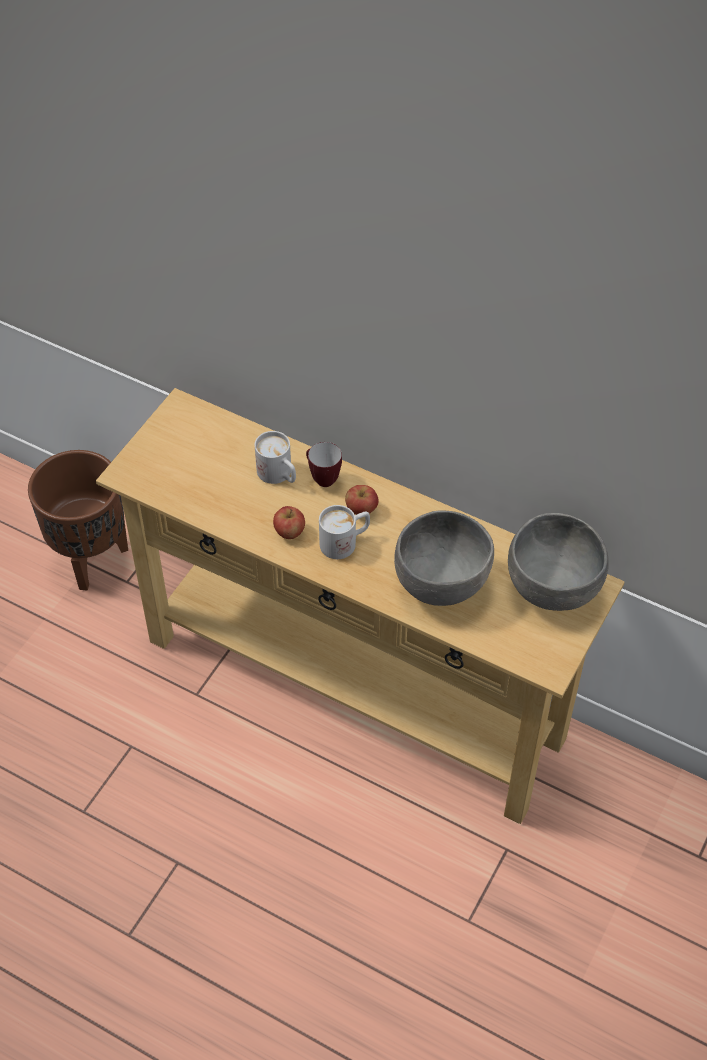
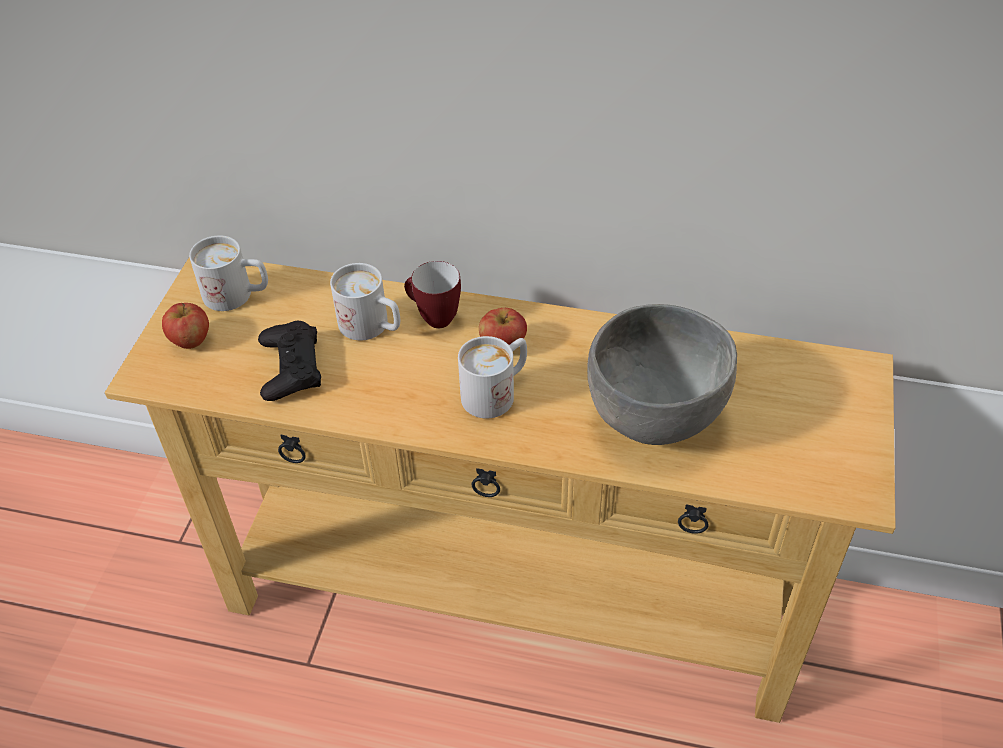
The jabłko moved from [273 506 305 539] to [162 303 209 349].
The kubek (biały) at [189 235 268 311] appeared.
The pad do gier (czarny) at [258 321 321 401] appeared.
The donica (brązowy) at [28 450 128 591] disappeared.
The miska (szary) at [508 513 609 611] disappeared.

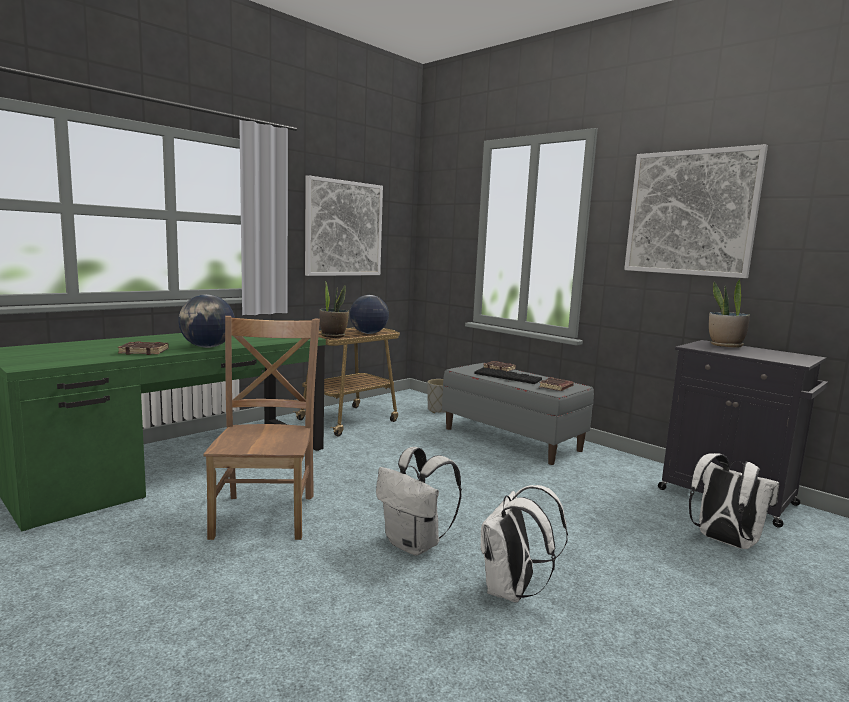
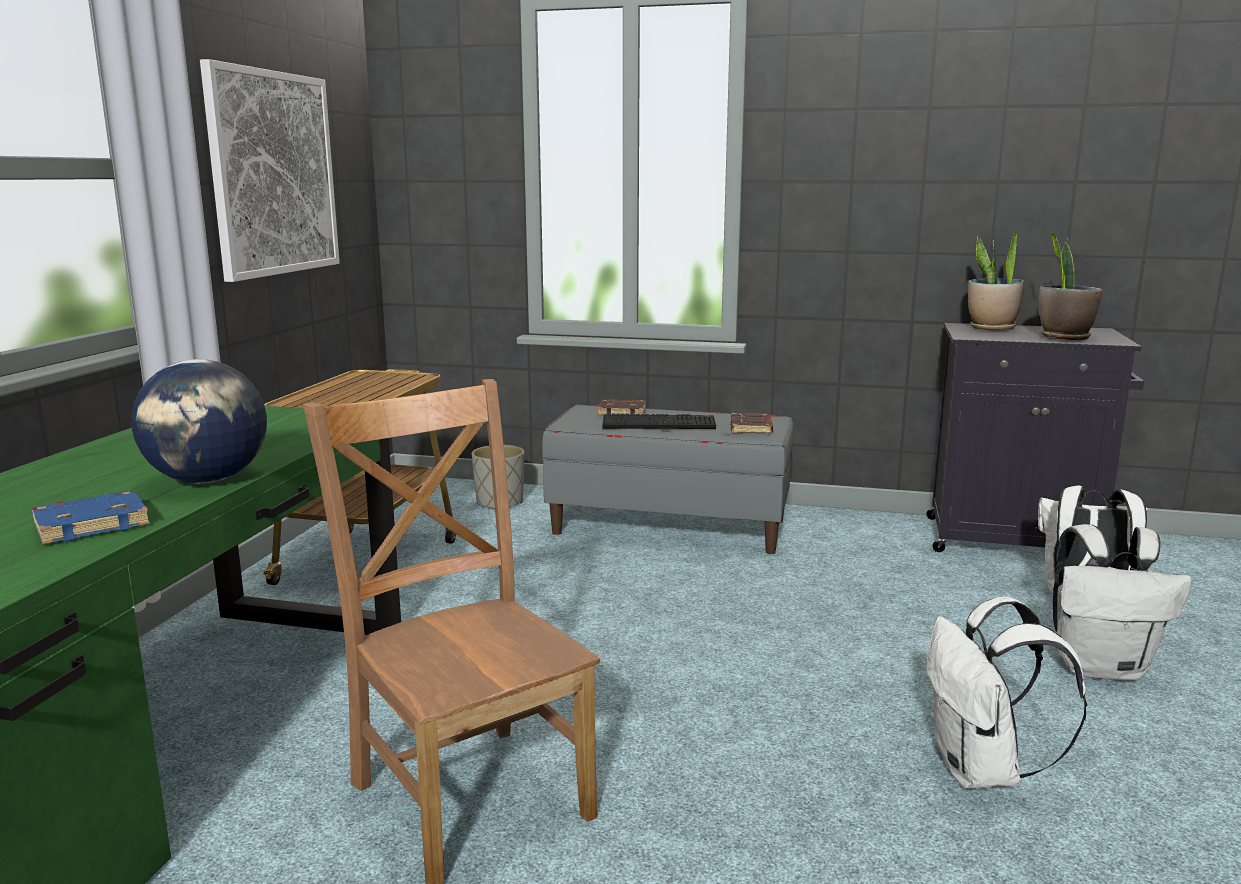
The książka (brązowy) at [118 341 169 355] became the książka (niebieski) at [32 491 150 544].
The roślina doniczkowa moved from [319 281 349 338] to [1039 231 1103 340].
The plecak (biały) moved from [376 447 462 556] to [1053 524 1191 681].
The globus at [350 295 389 334] disappeared.
The obraz at [624 144 768 278] disappeared.

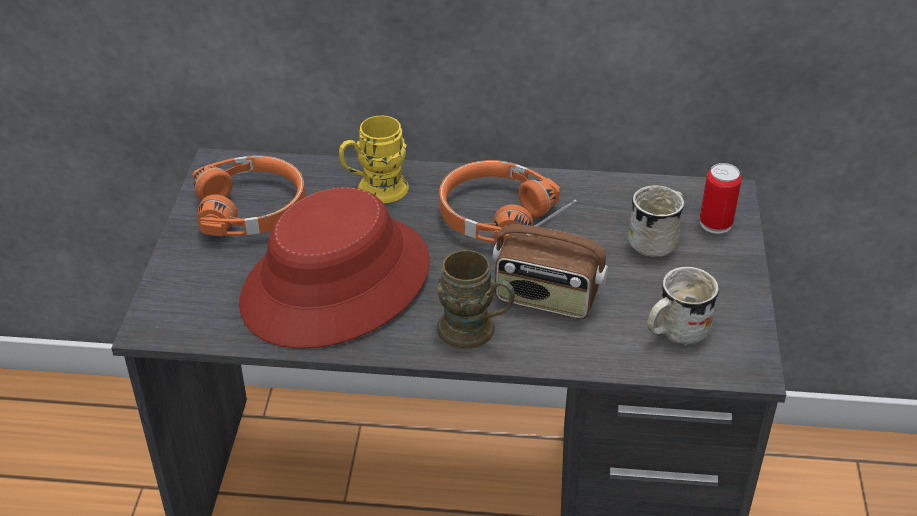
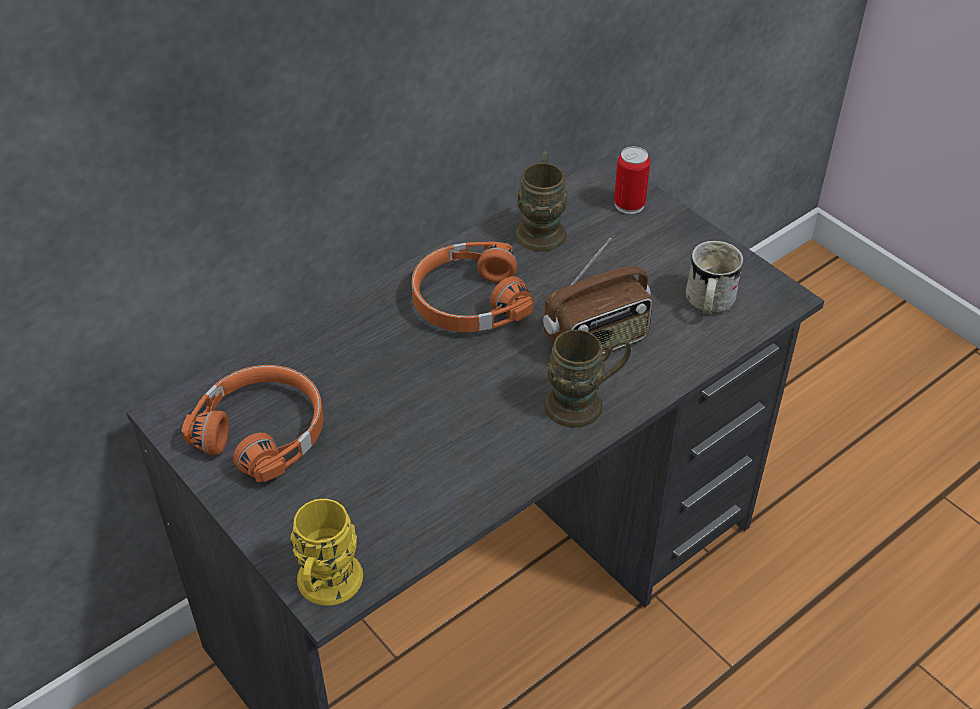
The kubek (żółty) moved from [339 116 409 203] to [291 499 363 605].
The kubek (brązowy) at [515 151 568 252] appeared.
The kapelusz (czerwony) at [239 187 430 349] disappeared.
The kubek (biały) at [628 185 684 257] disappeared.

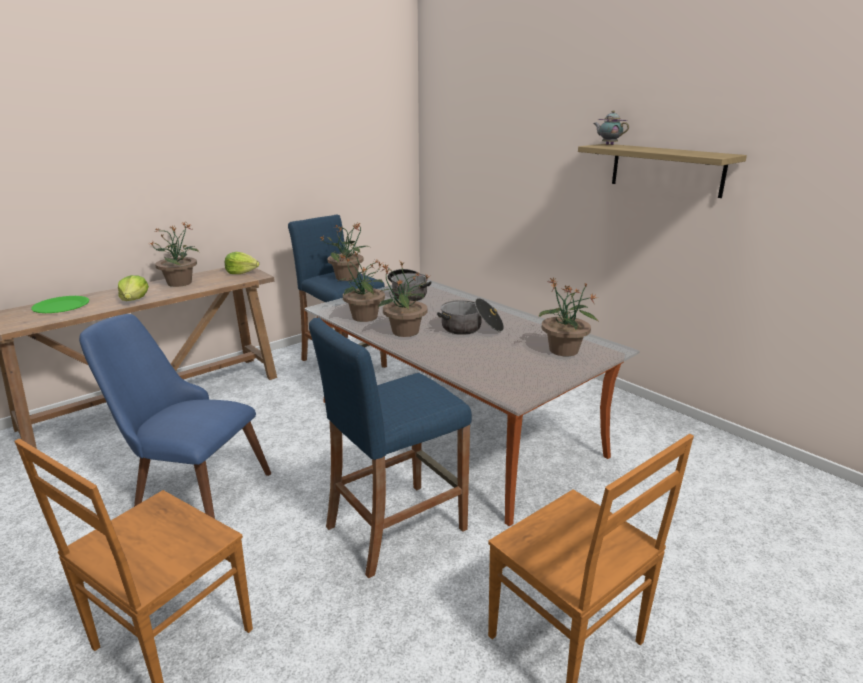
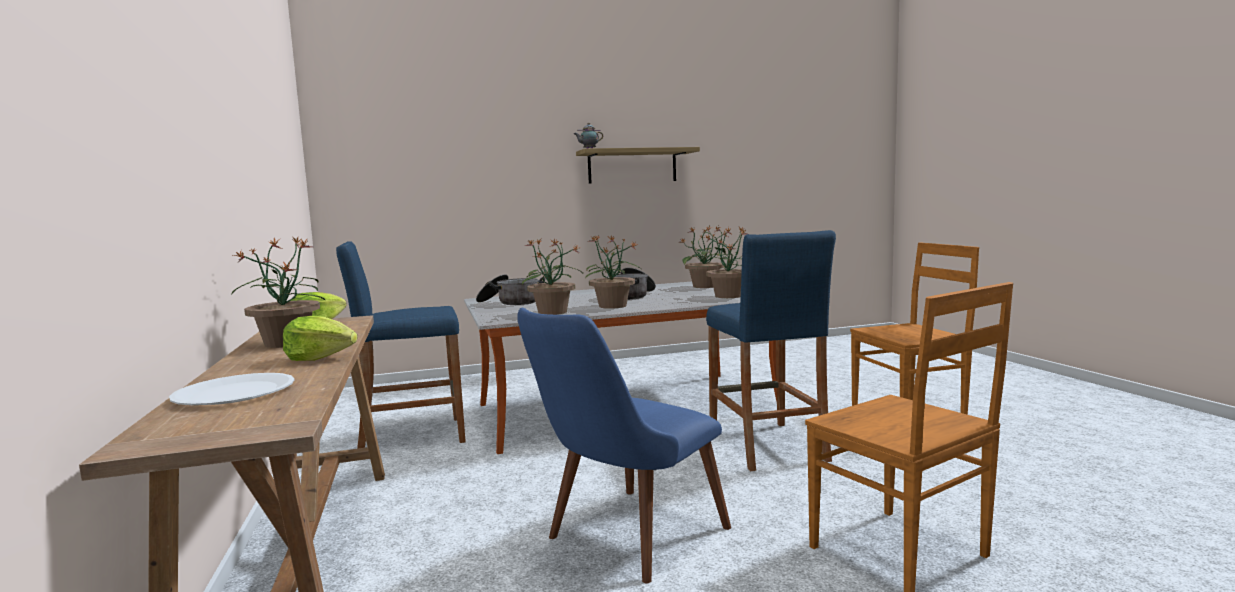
The talerz (zielony) at [31 296 89 313] became the talerz (biały) at [169 373 295 405].
The roślina doniczkowa moved from [321 222 370 281] to [701 227 747 298].

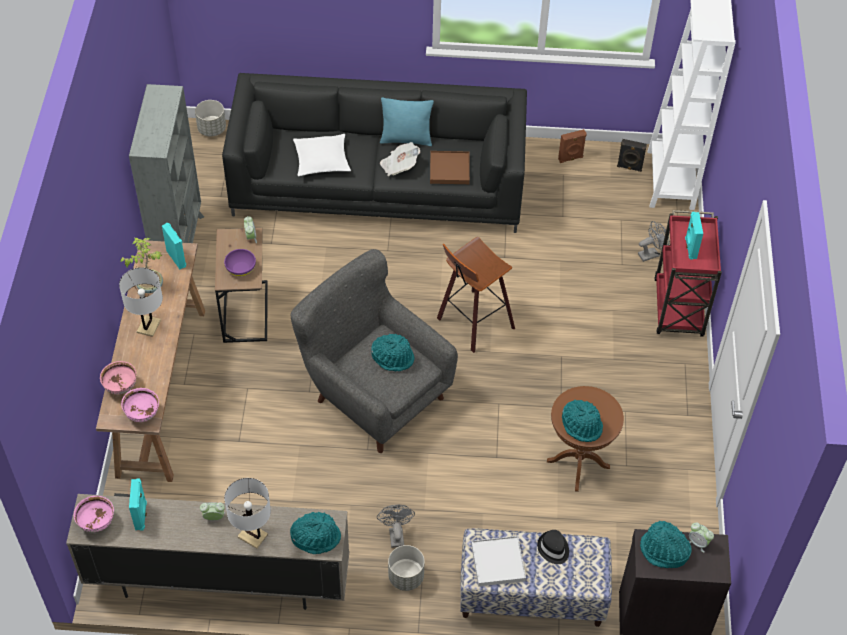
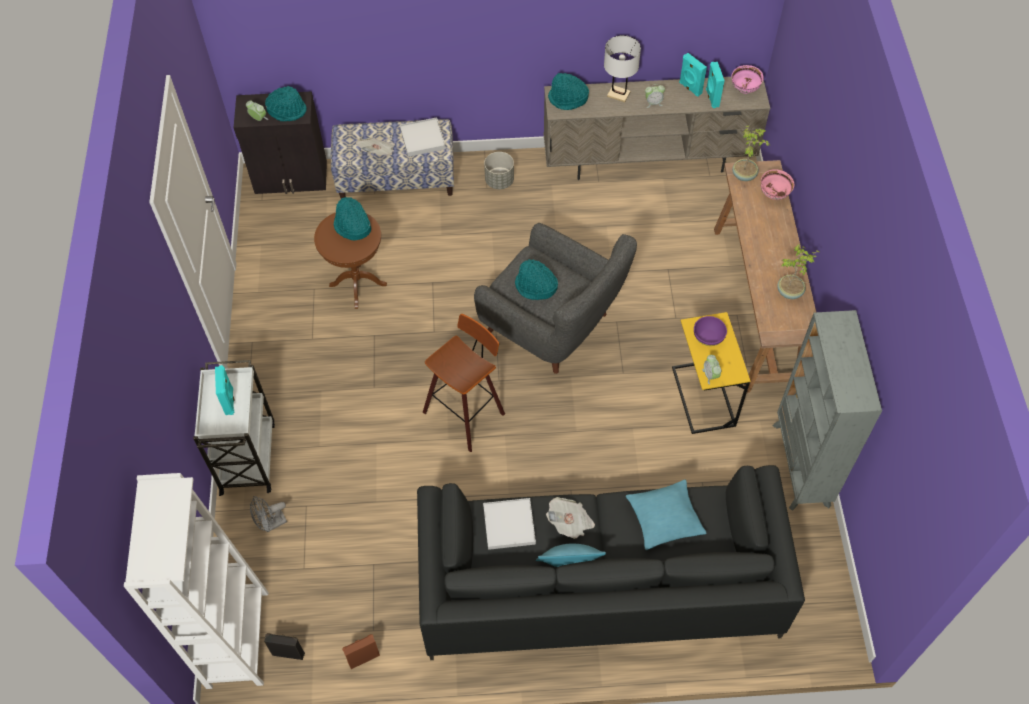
The wózek (czerwony) at [654 210 722 337] became the wózek (biały) at [193 360 275 496].
The kapelusz (czarny) at [537 530 569 564] was replaced by the gazeta at [356 138 395 155].
The taca (brązowy) at [430 151 470 184] became the taca (biały) at [483 498 536 550].
The poduszka (biały) at [293 134 351 176] became the poduszka (turkusowy) at [626 480 707 550].
The stolik (brązowy) at [215 228 268 343] became the stolik (żółty) at [672 312 750 434].
The głośnik (turkusowy) moved from [162 222 186 269] to [679 53 707 97].
The miska (różowy) at [121 388 159 422] was replaced by the roślina doniczkowa at [732 125 771 181].
The lampa stołowa (biały) at [119 268 163 337] disappeared.
The donica (szary) at [195 100 226 136] disappeared.
The wentylator (szary) at [377 505 415 548] disappeared.

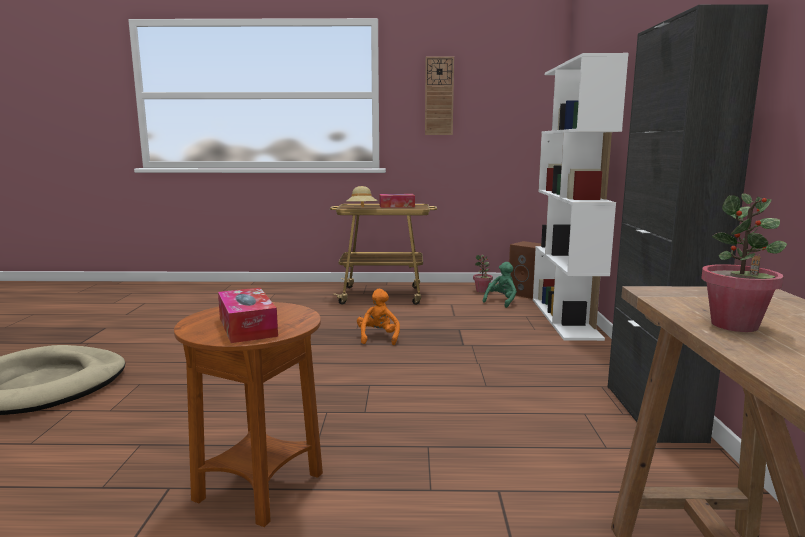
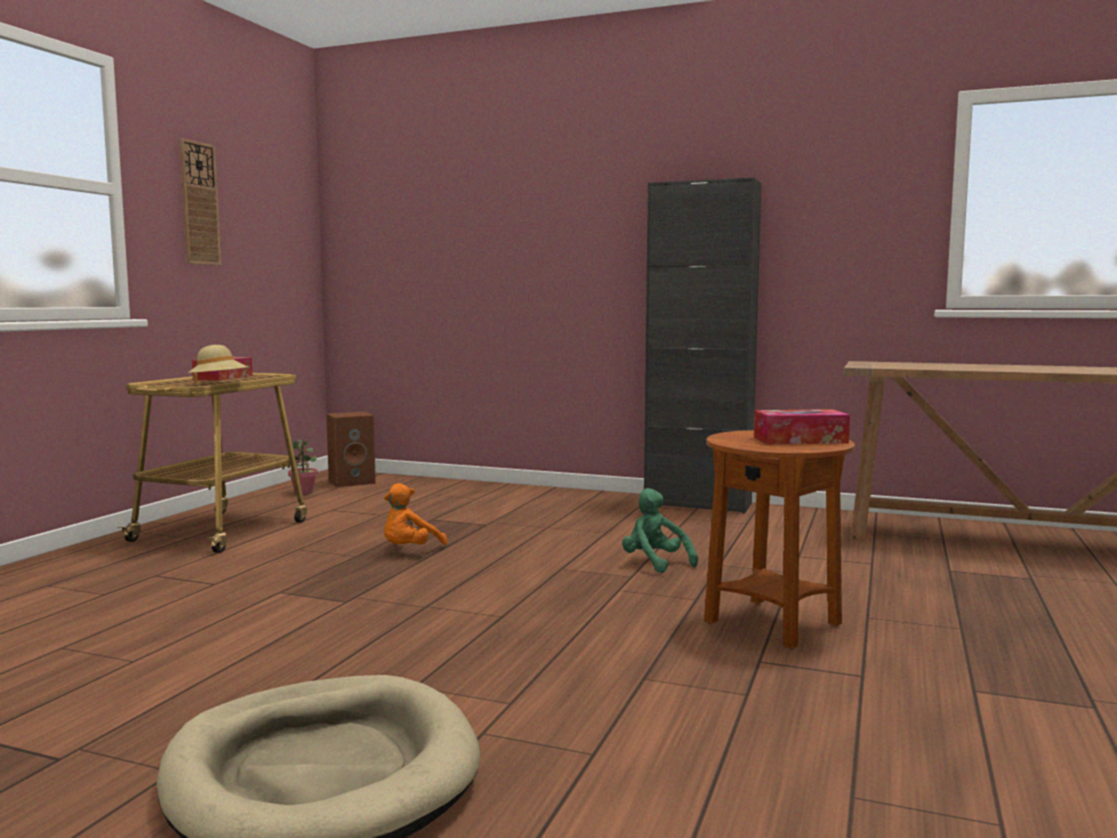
The pluszak (pomarańczowy) at [357 289 400 345] turned 75 degrees counterclockwise.
The pluszak (zielony) moved from [483 262 517 308] to [622 488 698 573].
The regał (biały) at [533 53 629 341] disappeared.
The roślina doniczkowa at [701 193 787 332] disappeared.

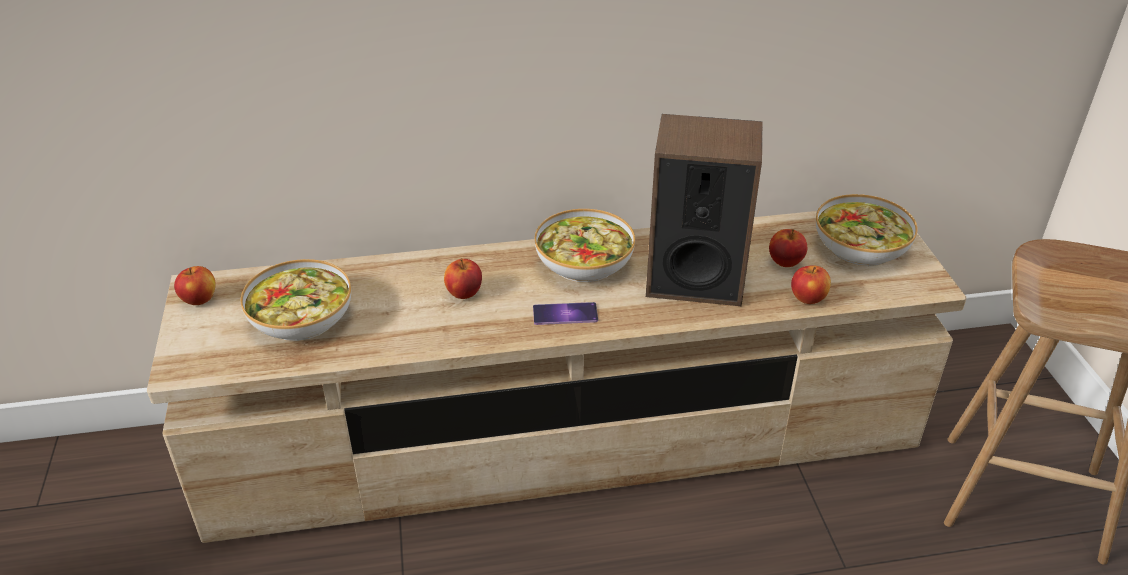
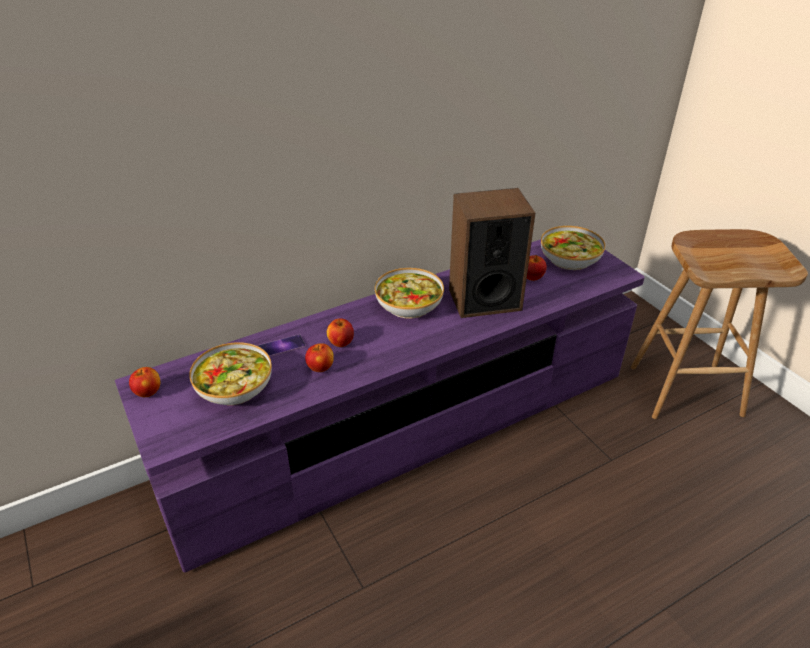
The szafka pod telewizor (beżowy) at [147 211 967 543] became the szafka pod telewizor (fioletowy) at [115 239 645 572].
The telefon moved from [533 302 598 325] to [258 334 306 357].
The jabłko moved from [791 265 831 304] to [305 343 334 372].

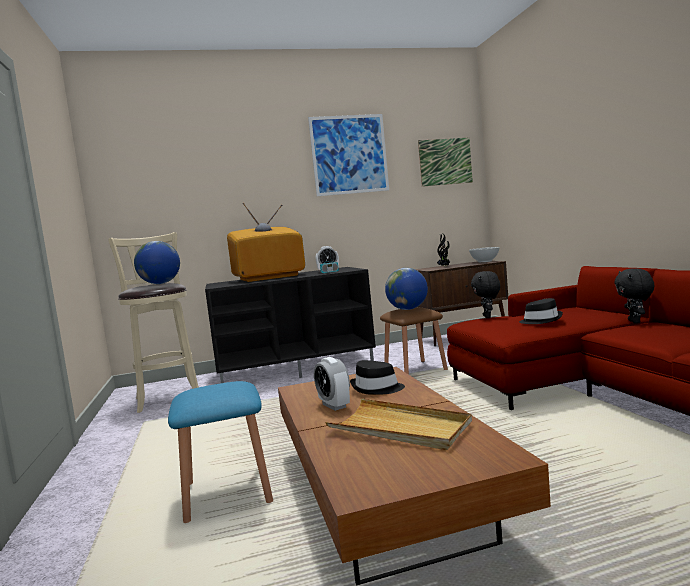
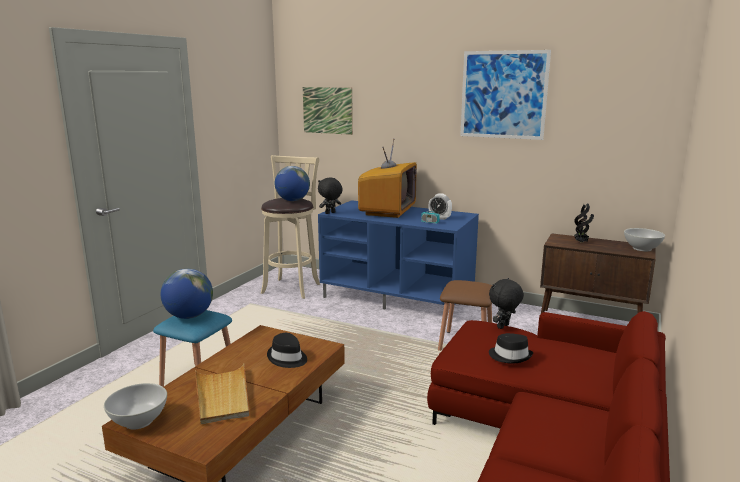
The miska (biały) at [104 383 167 430] appeared.
The globus moved from [385 268 428 310] to [161 269 213 319].
The obraz moved from [418 137 473 187] to [303 87 353 135].
The pluszak (czarny) moved from [614 268 654 324] to [318 177 343 214].
The szafka pod telewizor (czarny) at [205 267 376 383] became the szafka pod telewizor (niebieski) at [318 200 479 309].
The telewizor at [227 203 305 282] turned 90 degrees clockwise.
The budzik at [314 357 350 411] disappeared.

